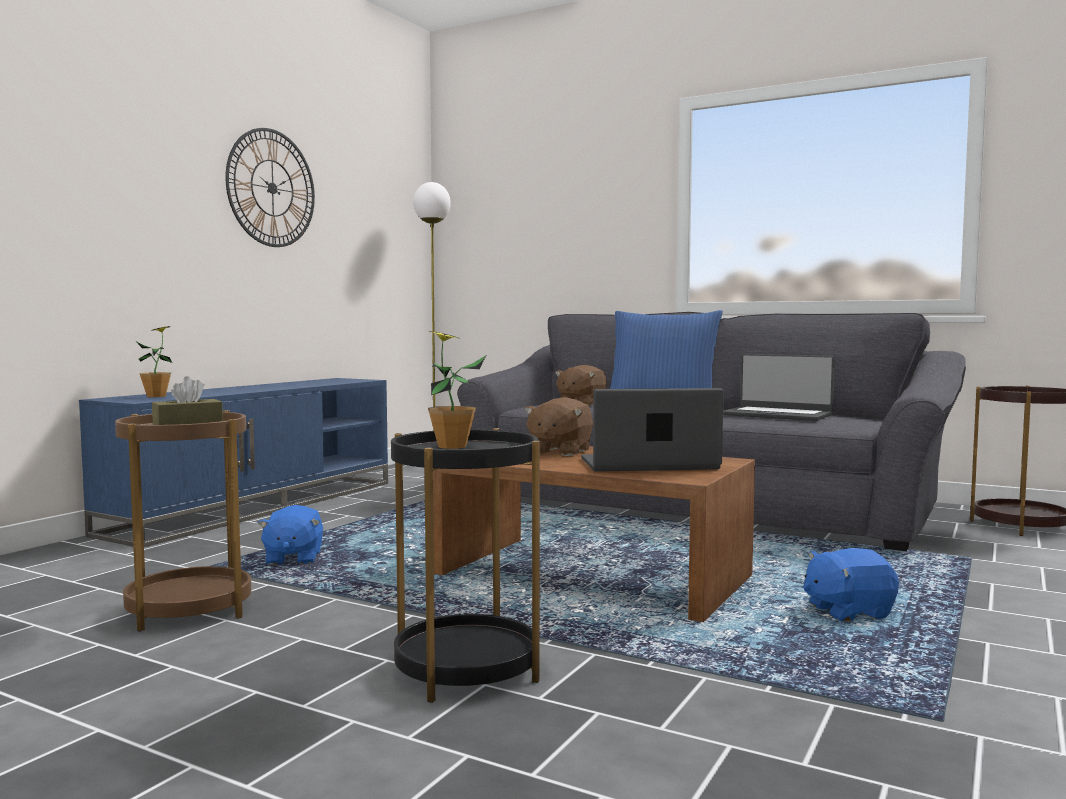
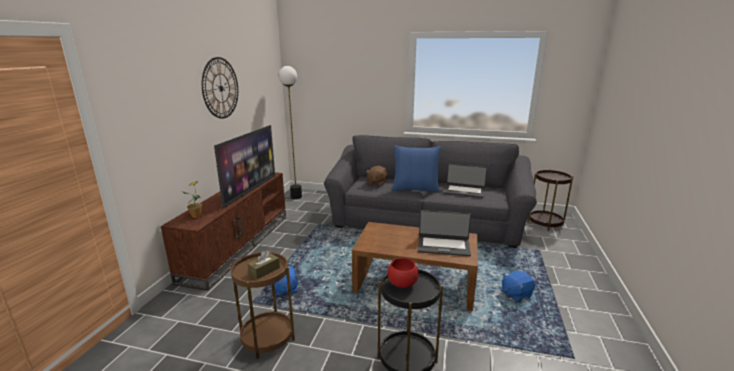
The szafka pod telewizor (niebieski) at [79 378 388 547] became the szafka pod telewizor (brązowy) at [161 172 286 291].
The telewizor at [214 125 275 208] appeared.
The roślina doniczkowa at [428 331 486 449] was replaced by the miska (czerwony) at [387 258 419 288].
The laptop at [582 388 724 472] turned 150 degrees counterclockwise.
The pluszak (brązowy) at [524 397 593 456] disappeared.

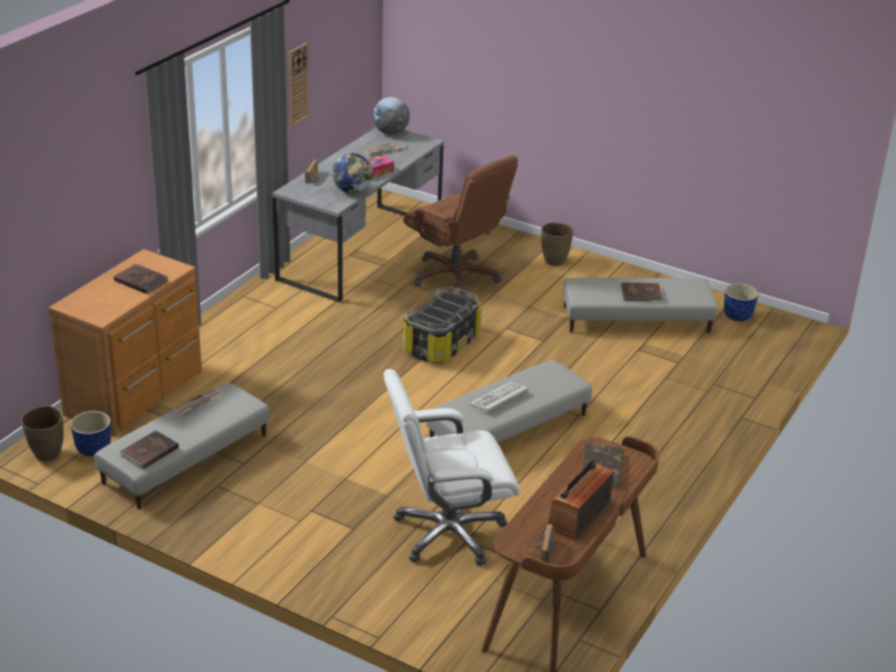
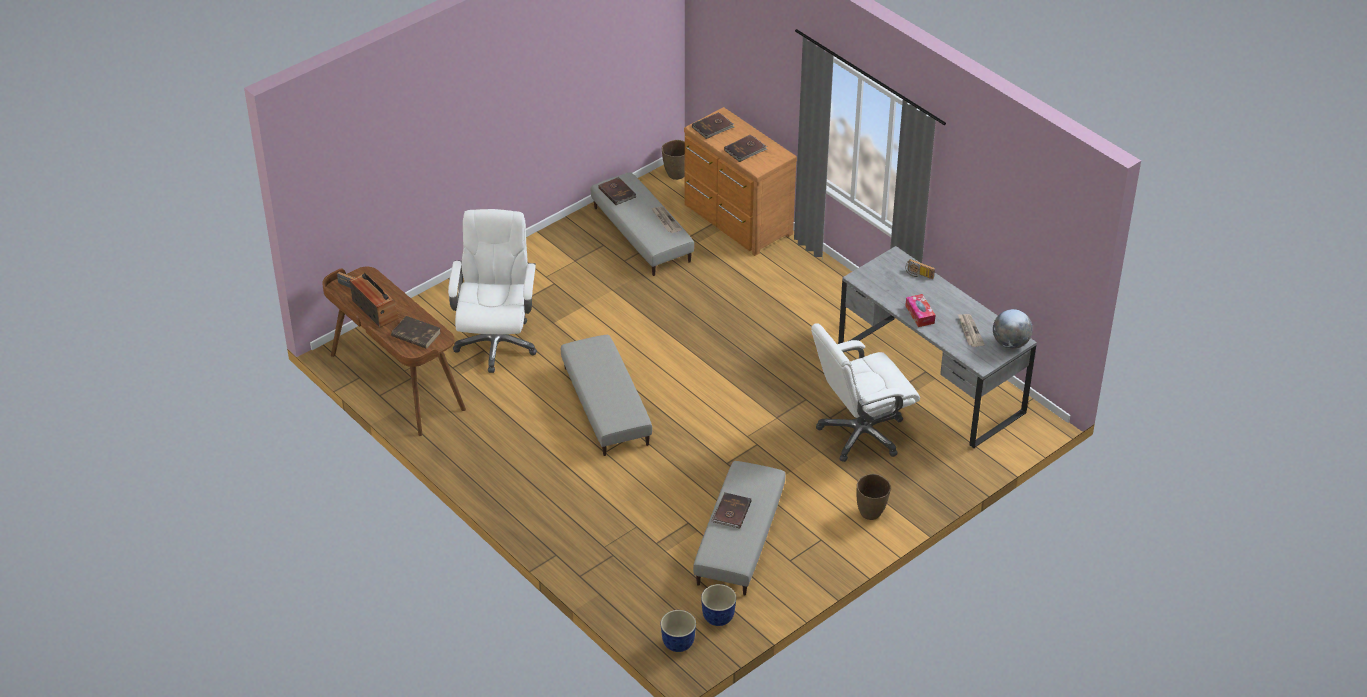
The donica moved from [70 411 111 457] to [661 610 696 652].
The książka (brązowy) at [692 112 734 139] appeared.
The krzesło biurowe (brązowy) at [403 156 518 296] became the krzesło biurowe (biały) at [811 323 920 462].
The zegar ścienny at [289 43 309 126] disappeared.
The globus at [332 153 373 194] disappeared.
The pojemnik do przechowywania at [403 287 482 363] disappeared.
The klawiatura at [470 382 528 413] disappeared.

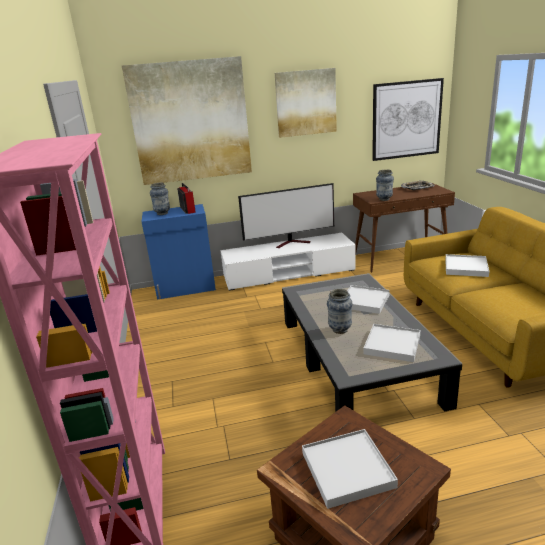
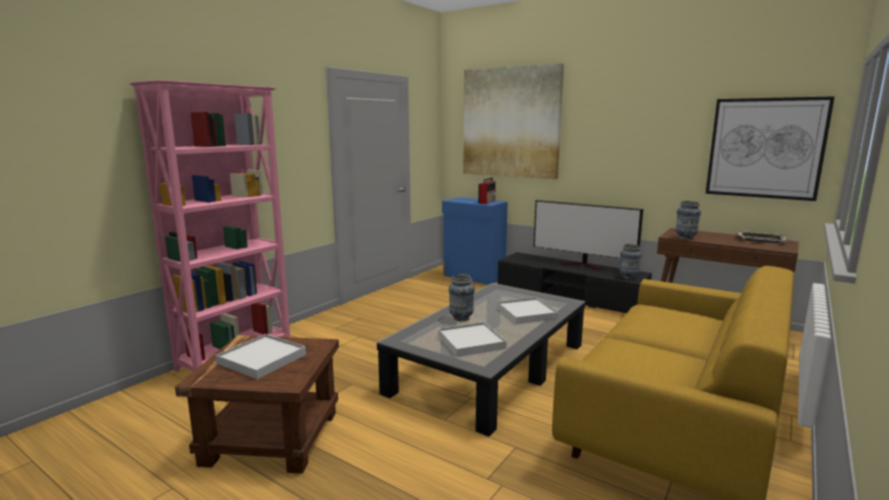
The szafka pod telewizor (biały) at [220 233 356 291] became the szafka pod telewizor (czarny) at [498 252 652 313].
The wazon moved from [150 182 170 215] to [619 244 641 279].
The obraz at [275 68 337 138] disappeared.
The taca (biały) at [445 254 489 277] disappeared.

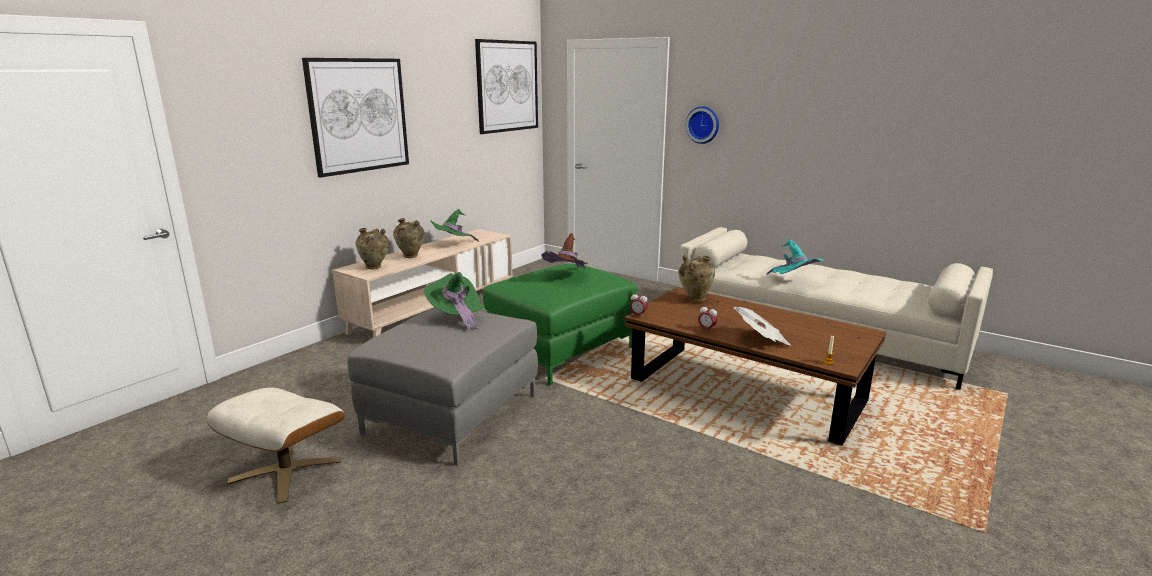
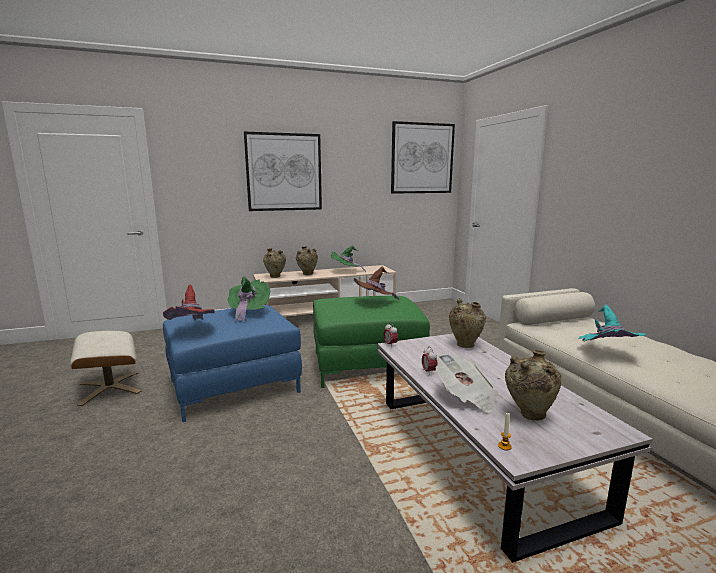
The kapelusz (czerwony) at [163 285 215 320] appeared.
The pufa (szary) at [347 308 538 466] became the pufa (niebieski) at [163 305 302 422].
The ława (brązowy) at [624 287 886 446] became the ława (biały) at [377 333 653 563].
The wazon (beżowy) at [505 350 562 421] appeared.
The zegar ścienny at [686 106 719 144] disappeared.

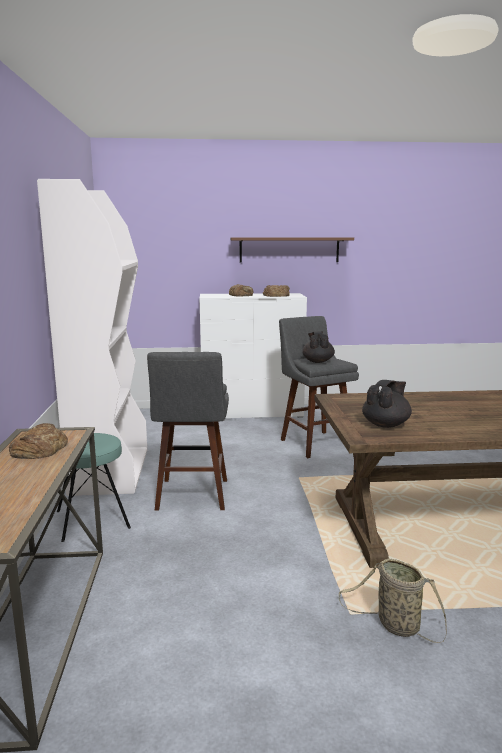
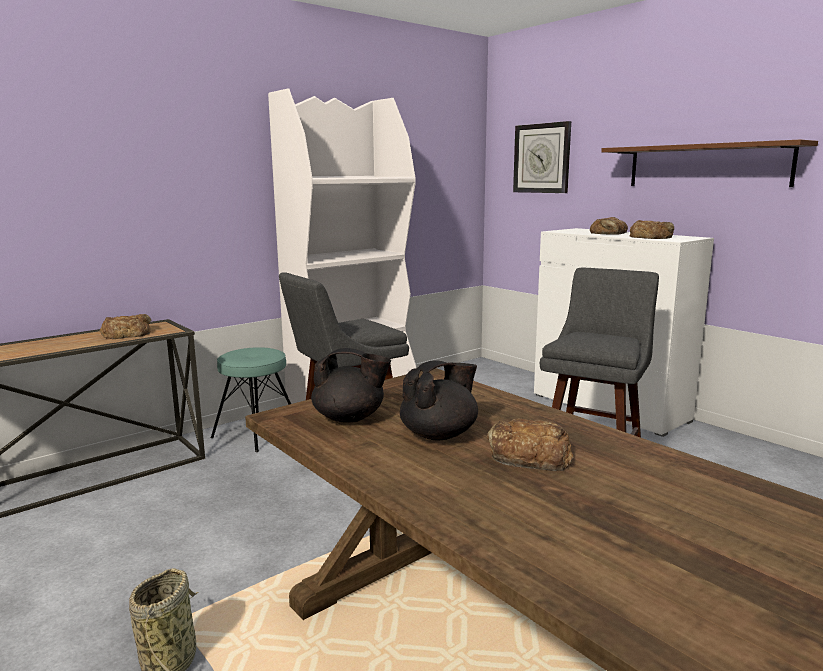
The imbryk (czarny) moved from [302 331 335 363] to [400 360 478 440].
The chleb at [487 418 574 471] appeared.
The zegar ścienny at [513 121 571 193] appeared.

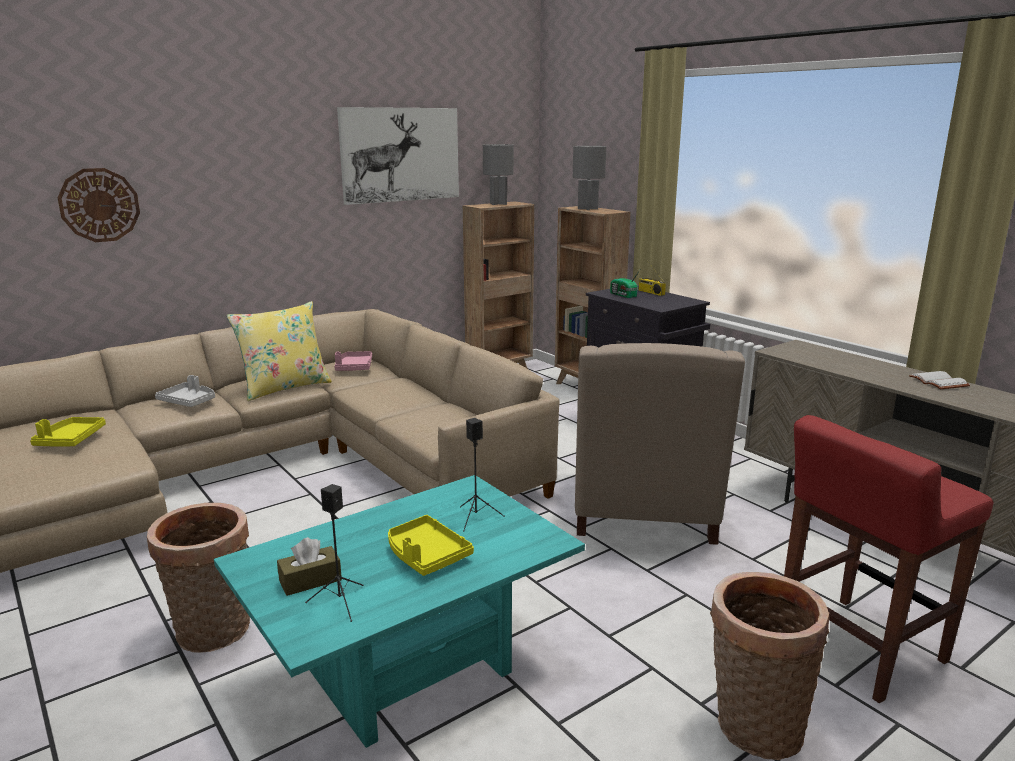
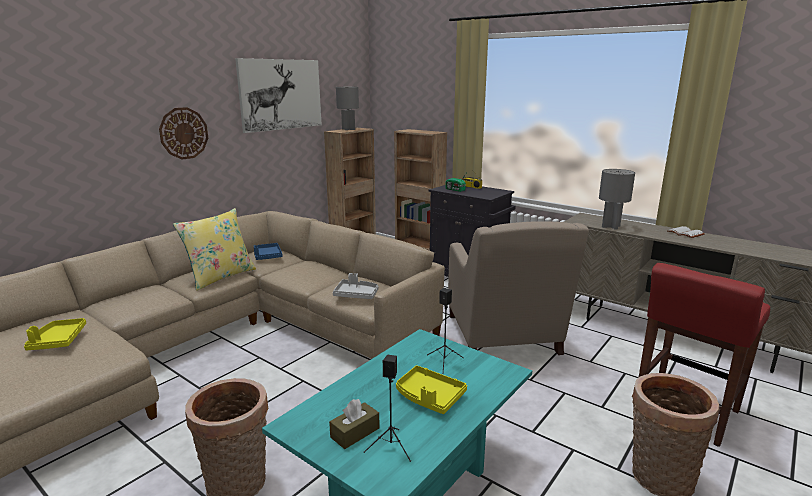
The zegar ścienny moved from [58 168 140 242] to [159 107 208 160].
The taca (różowy) at [334 351 372 371] became the taca (niebieski) at [254 243 283 260].
The taca (szary) moved from [155 375 215 407] to [333 273 378 299].
The lampa stołowa (szary) moved from [573 146 606 210] to [599 169 635 230].

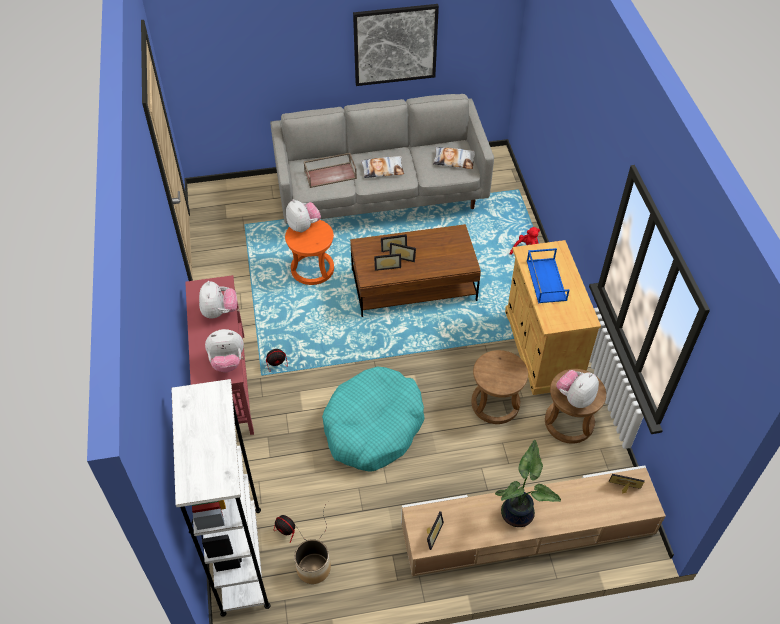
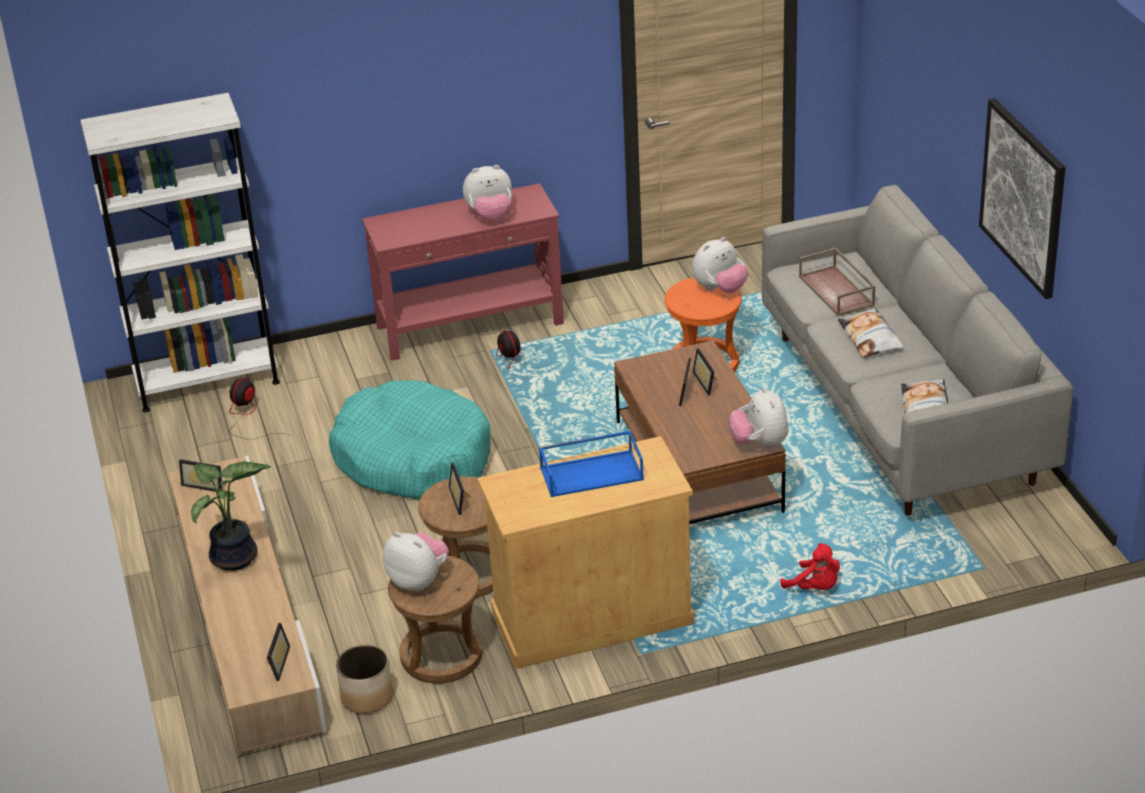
The donica moved from [294 539 331 584] to [336 645 393 714].
The ramka na zdjęcie moved from [374 254 401 271] to [449 463 471 515].
The pluszak moved from [205 329 244 372] to [729 387 788 448].

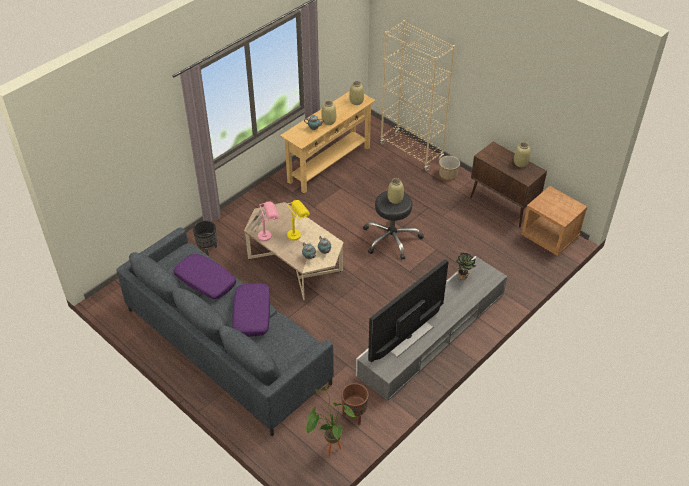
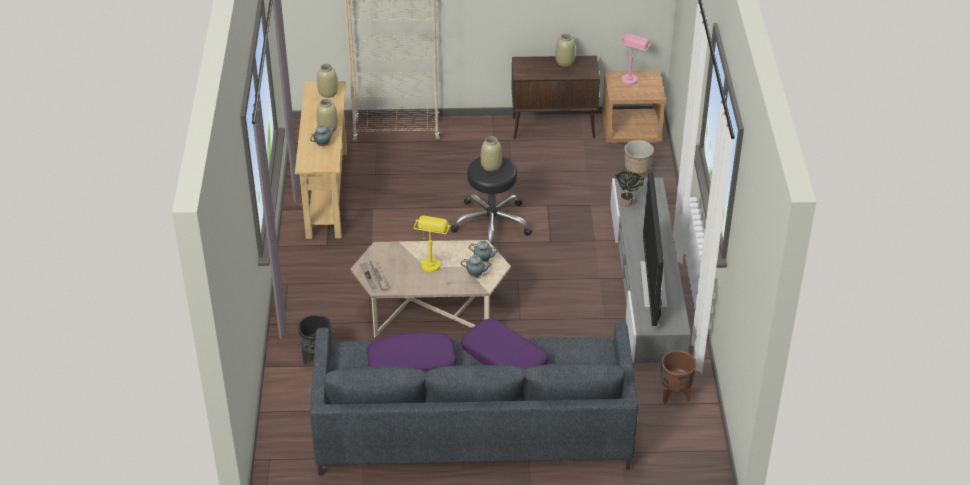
The lampa stołowa (różowy) moved from [258 201 279 241] to [619 34 651 85].
The donica moved from [439 156 460 181] to [625 140 654 175].
The roślina doniczkowa at [306 386 356 456] disappeared.

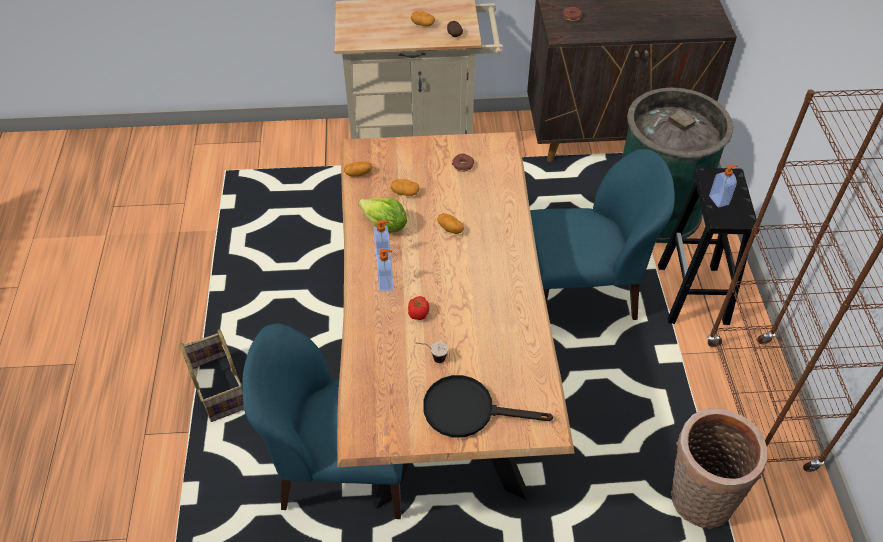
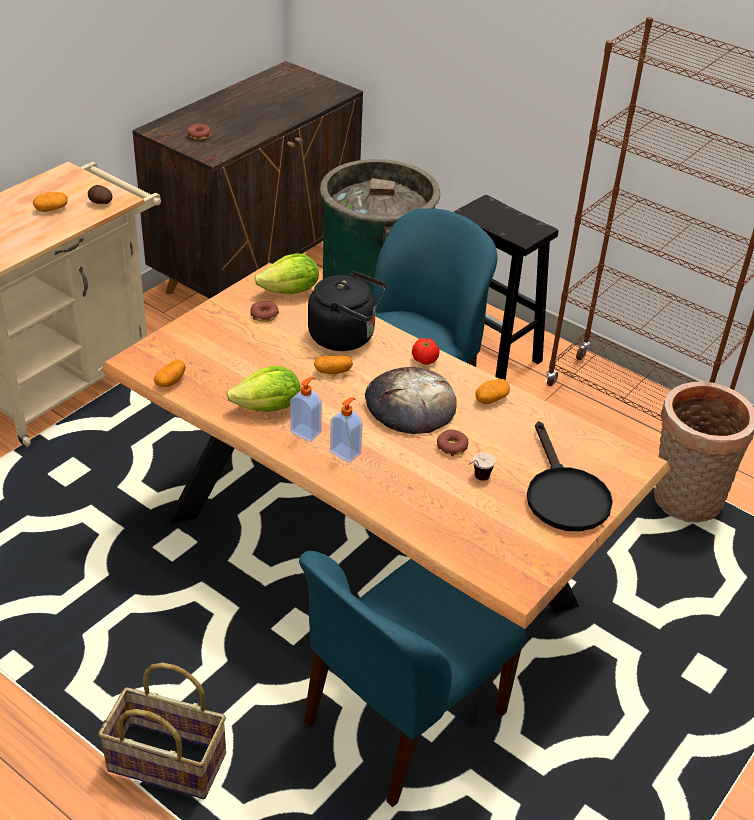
The sałata at [254 253 319 294] appeared.
The czajnik (czarny) at [308 270 387 351] appeared.
The chleb at [365 367 457 434] appeared.
The pomidor moved from [408 296 429 320] to [412 338 440 365].
The donut at [437 429 469 456] appeared.
The ziemniak moved from [390 179 419 196] to [475 379 510 404].
The patelnia (czarny) at [423 375 553 437] turned 60 degrees counterclockwise.
The dozownik mydła at [709 165 738 208] disappeared.

